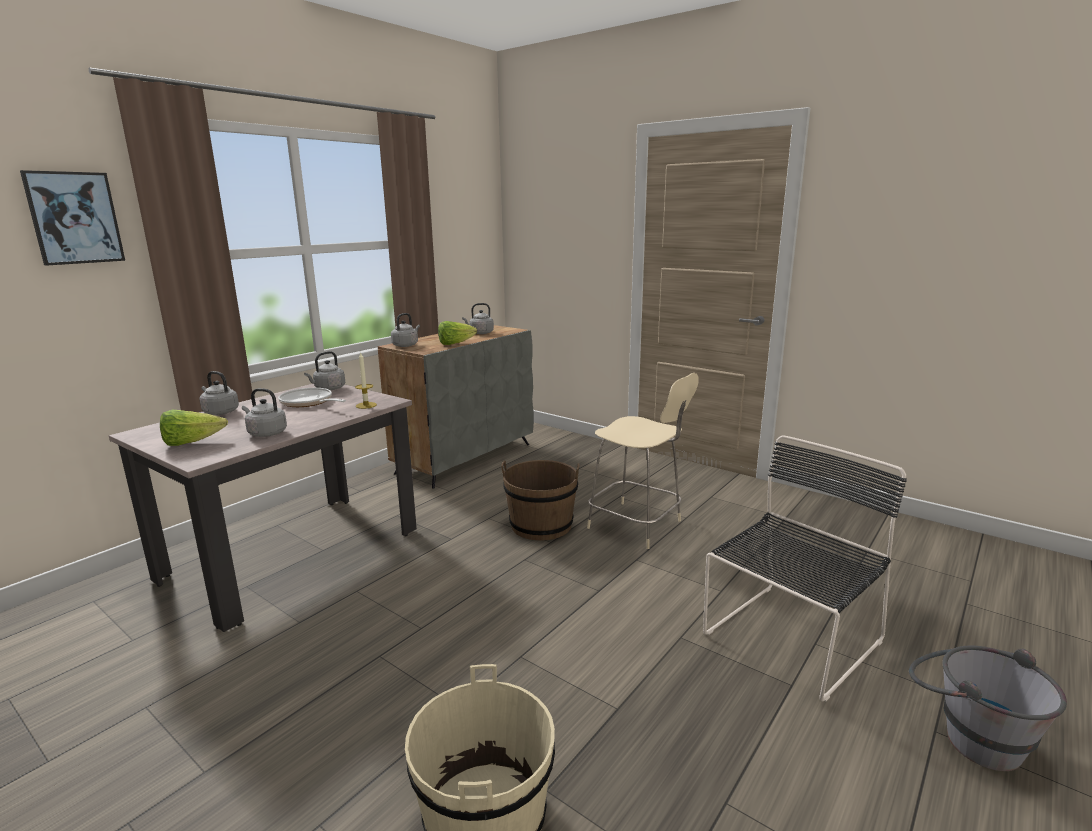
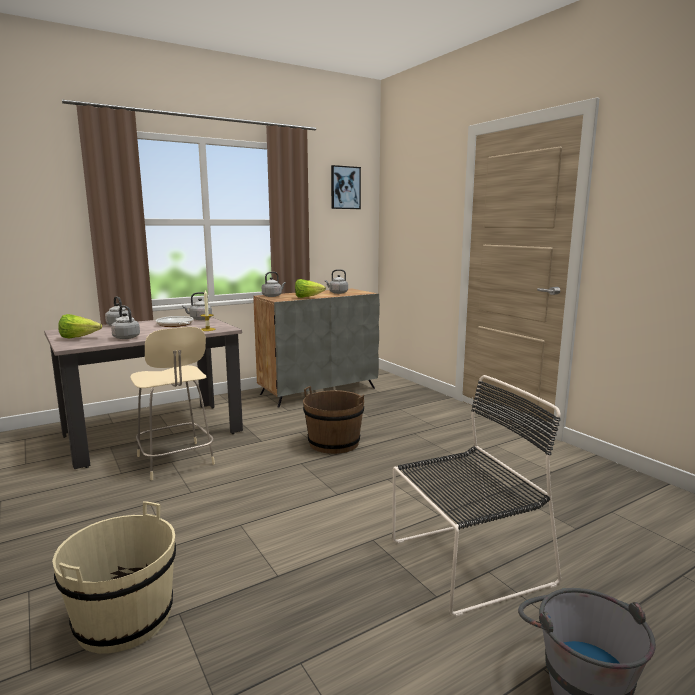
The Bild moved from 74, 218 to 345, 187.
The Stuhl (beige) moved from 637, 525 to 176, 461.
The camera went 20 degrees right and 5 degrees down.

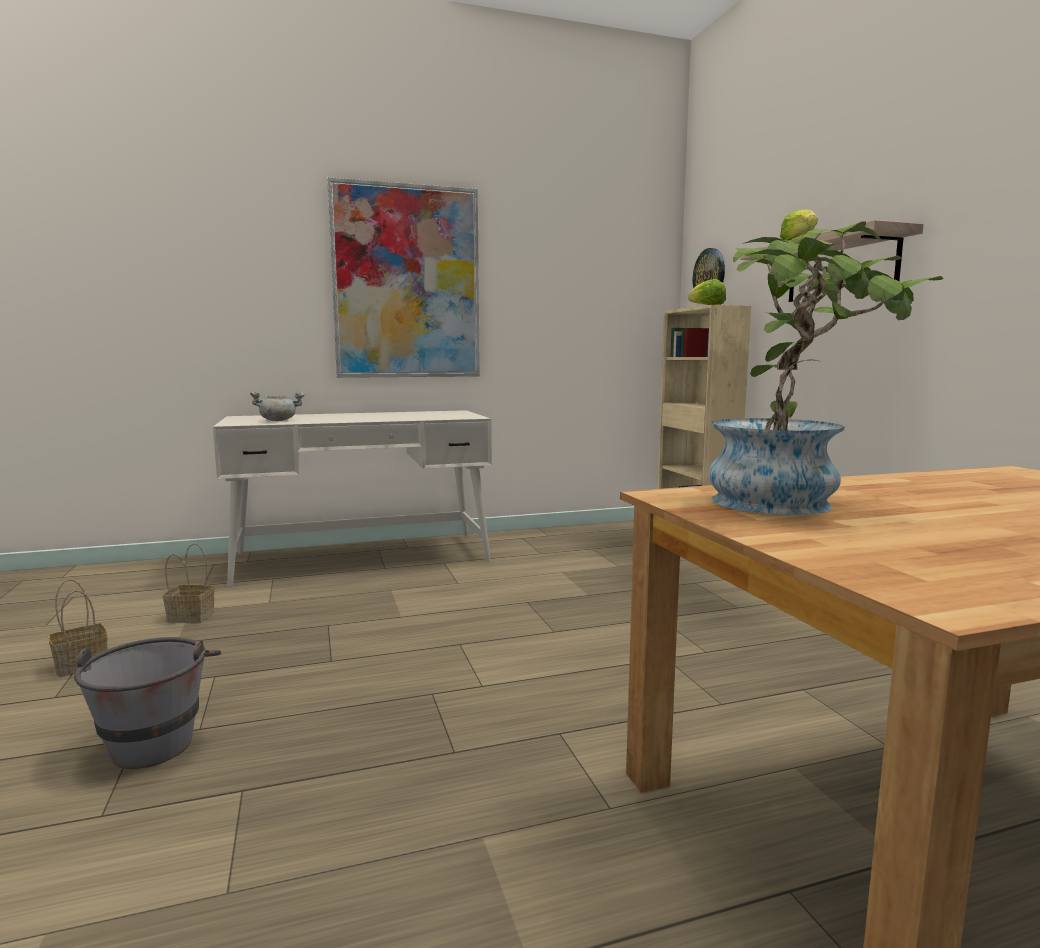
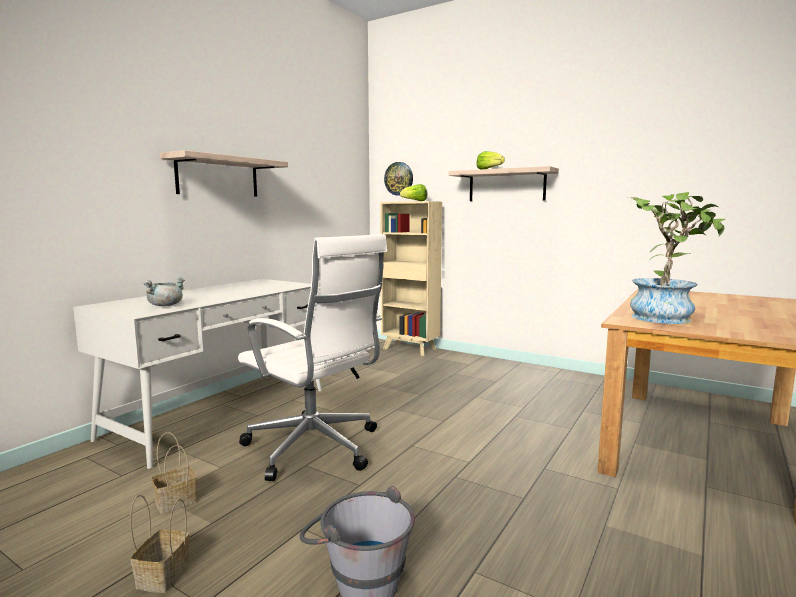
The Bild at 407, 283 was replaced by the Wandregal at 218, 177.
The Bürostuhl (weiß) at 315, 448 appeared.
The camera went 40 degrees left and 0 degrees up.

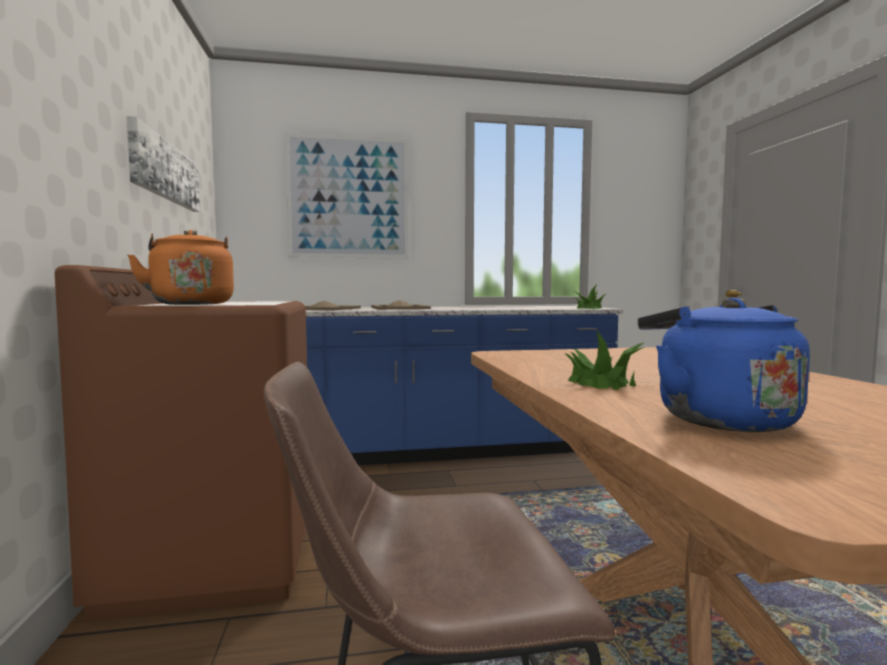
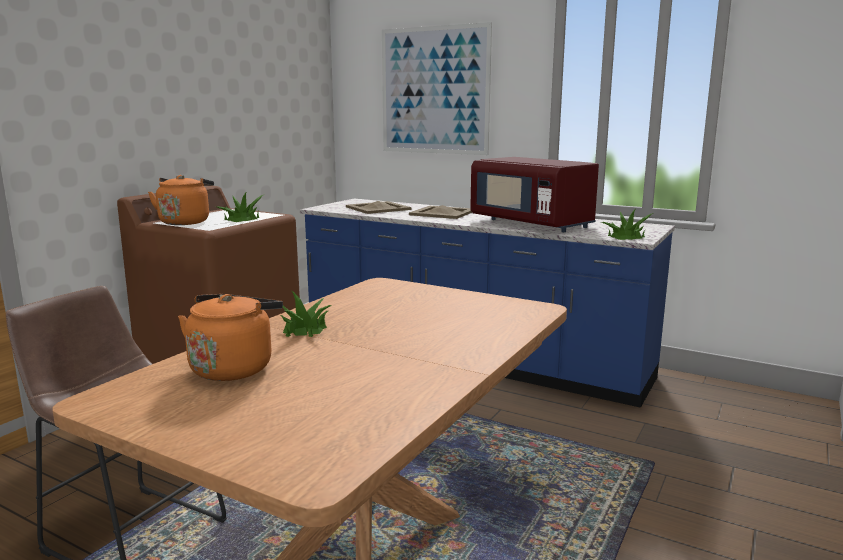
The Bild at 165, 171 disappeared.
The Wasserkessel (blau) at 716, 419 became the Wasserkessel (orange) at 234, 367.
The Mikrowelle (rot) at 531, 224 appeared.
The Topfpflanze at 242, 219 appeared.
The camera went 40 degrees right and 10 degrees up.

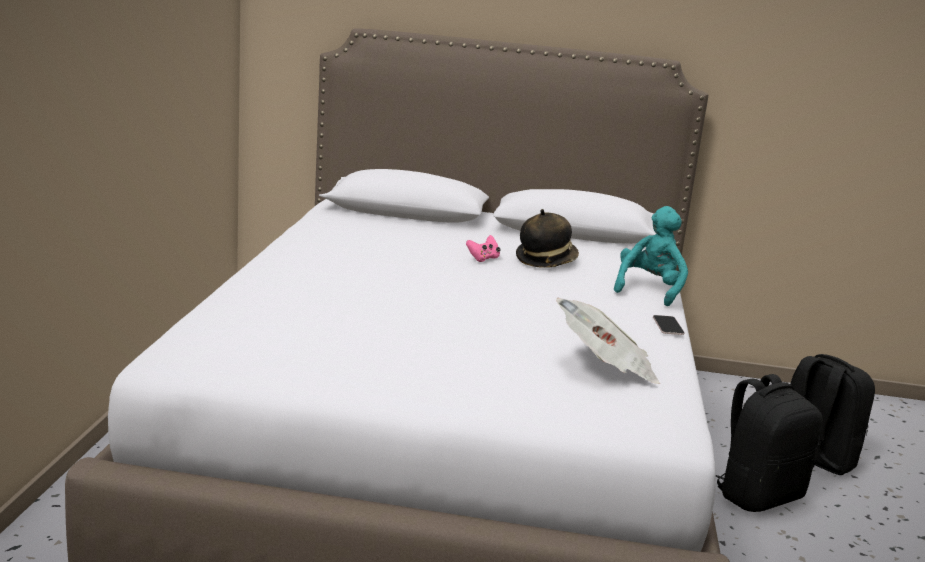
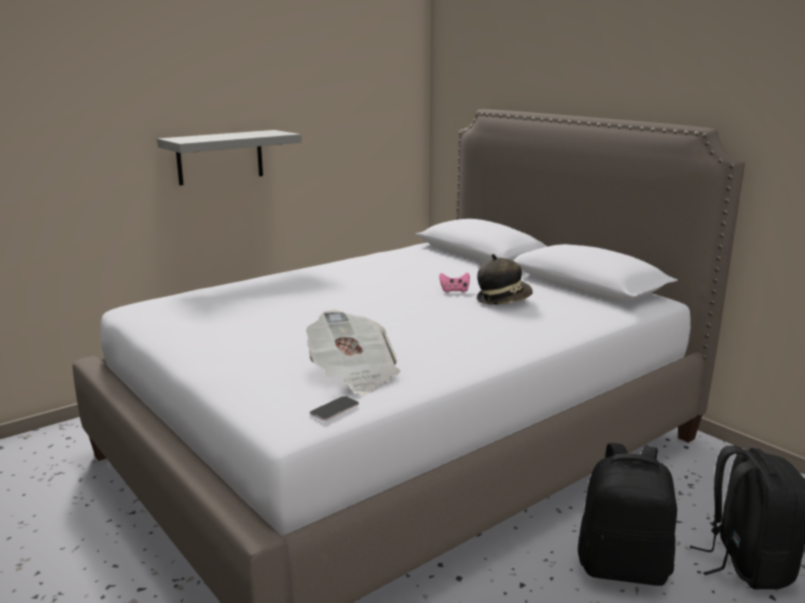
The Plüschtier (türkis) at 649, 290 disappeared.
The Handy moved from 668, 326 to 334, 409.
The Wandregal (grau) at 220, 157 appeared.
The camera went 45 degrees right and 0 degrees up.

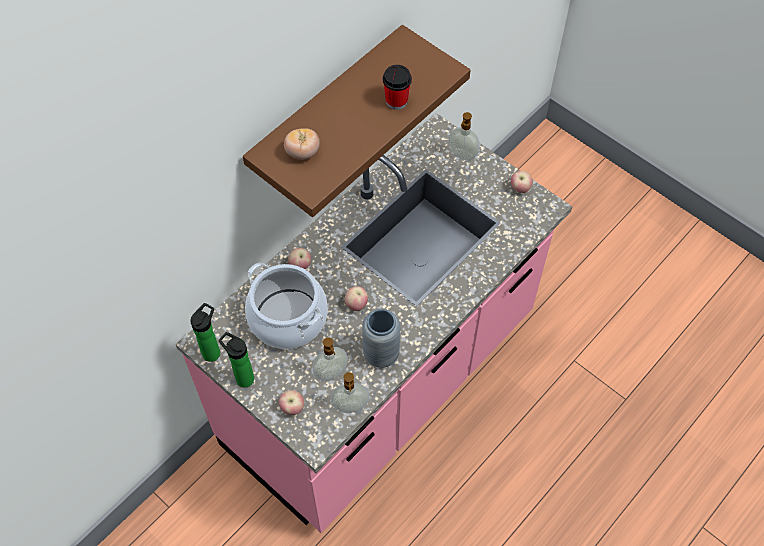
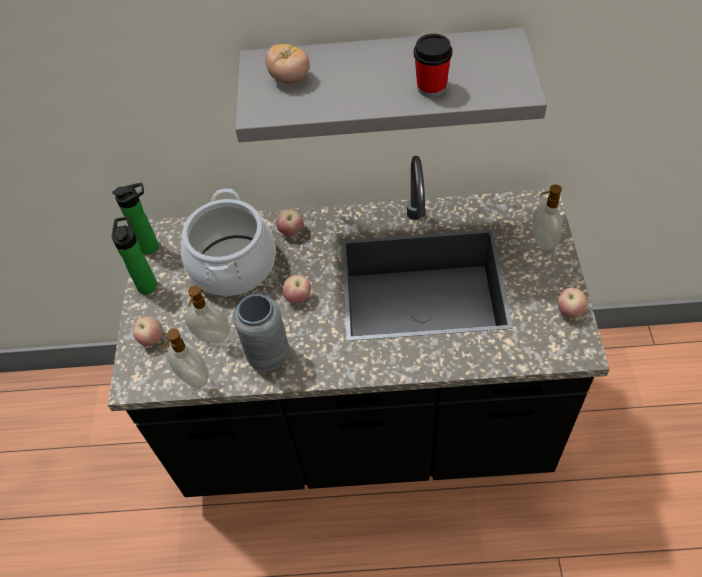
The Wandregal (braun) at 327, 112 became the Wandregal (grau) at 382, 77.
The Küchenzeile (rosa) at 381, 383 became the Küchenzeile (schwarz) at 365, 425.
The camera went 50 degrees right and 5 degrees down.

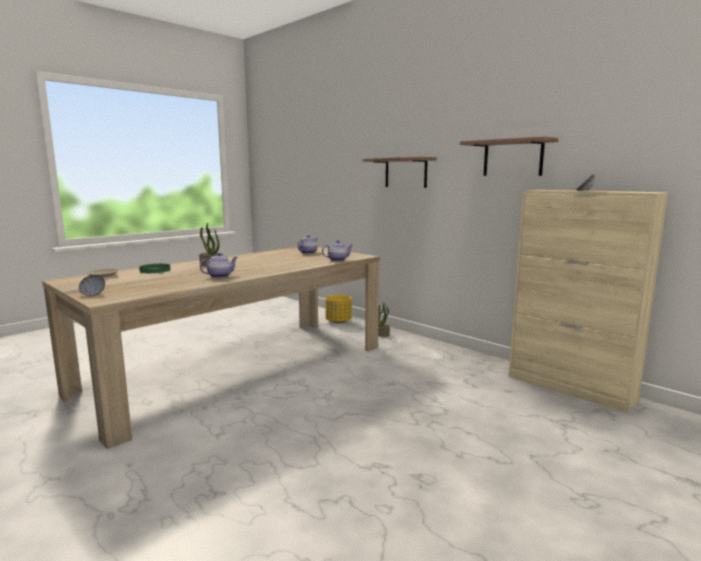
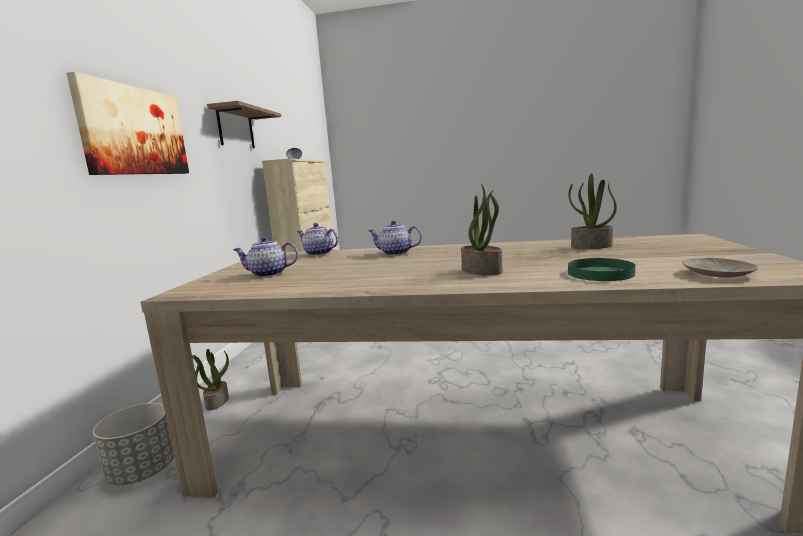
The Wandregal at 406, 172 was replaced by the Bild at 134, 131.
The Teekanne moved from 220, 276 to 395, 253.
The Schüssel at 93, 294 disappeared.
The Pflanzkübel (gelb) at 338, 321 became the Pflanzkübel (grau) at 143, 471.
The Topfpflanze at 591, 246 appeared.
The camera went 125 degrees left and 0 degrees up.

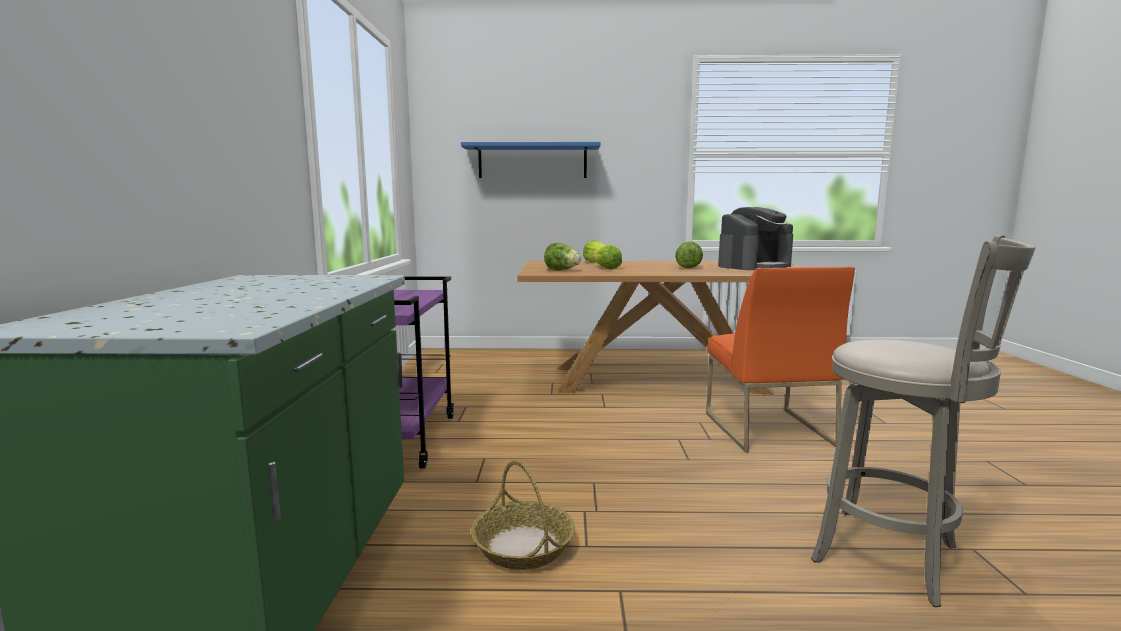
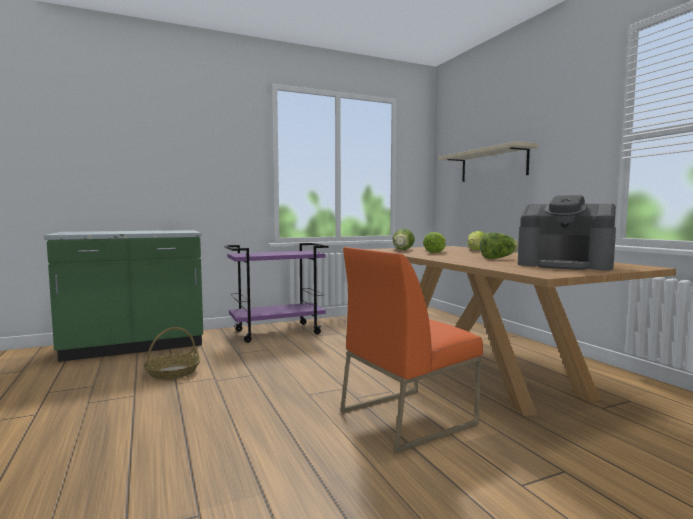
The Wandregal (blau) at 532, 161 became the Wandregal (beige) at 493, 165.
The Hocker (grau) at 894, 557 disappeared.
The camera went 65 degrees right and 5 degrees down.

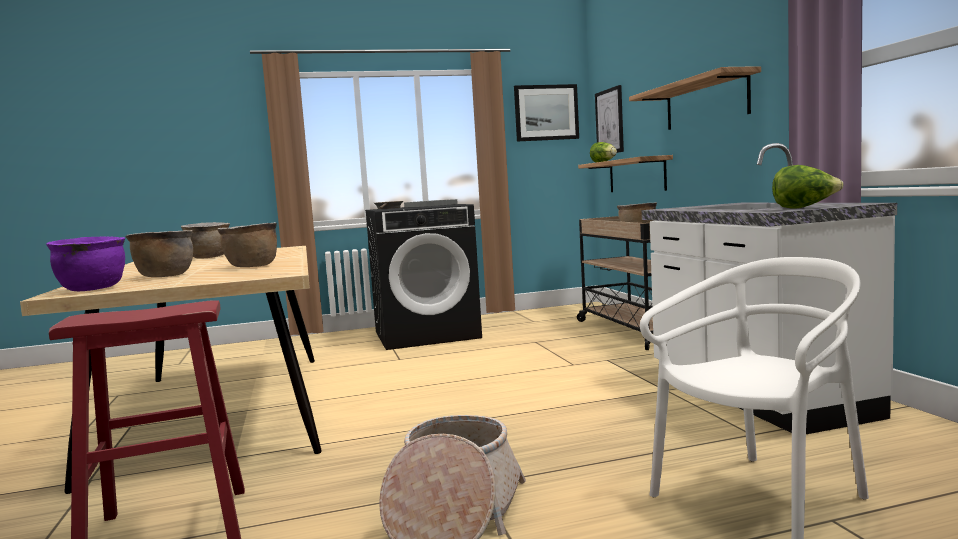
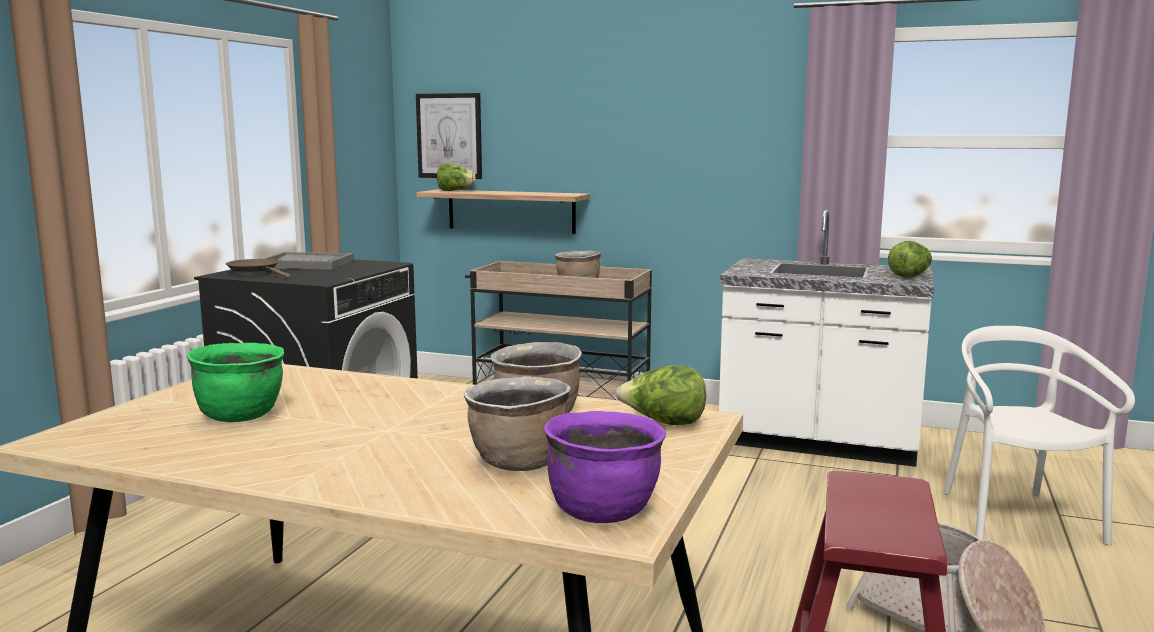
The Wandregal at 705, 102 disappeared.
The Bild at 546, 112 disappeared.
The Kochtopf (braun) at 209, 257 became the Kochtopf (grün) at 241, 416.
The Salatkopf at 664, 423 appeared.
The camera went 55 degrees left and 5 degrees up.

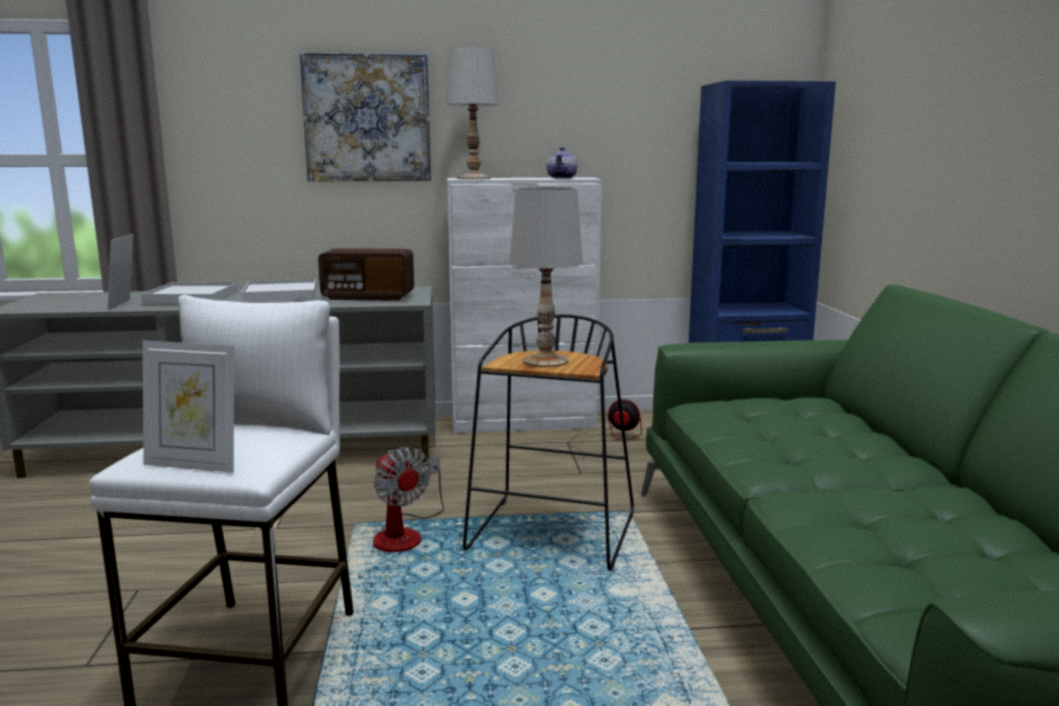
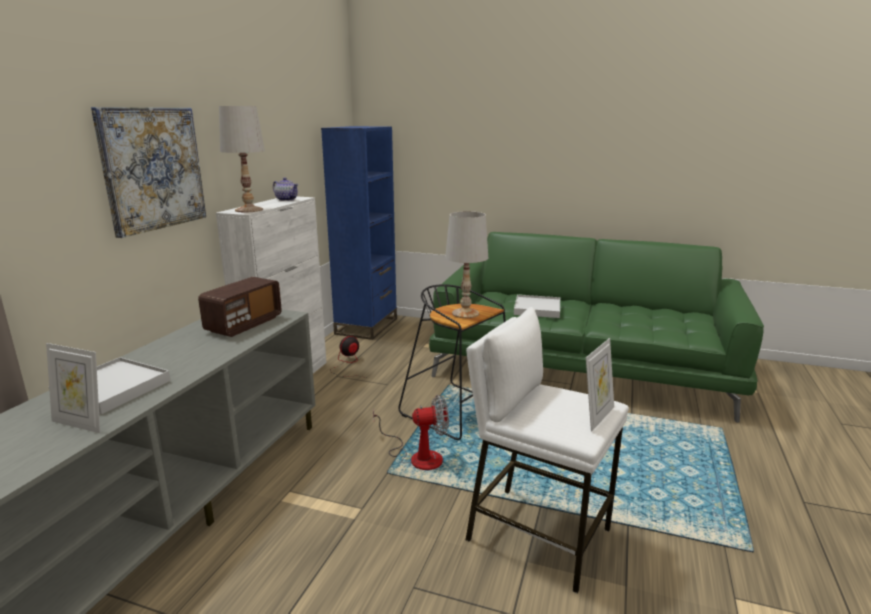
The Tablett (weiß) moved from 280, 295 to 537, 309.
The camera went 65 degrees left and 5 degrees up.

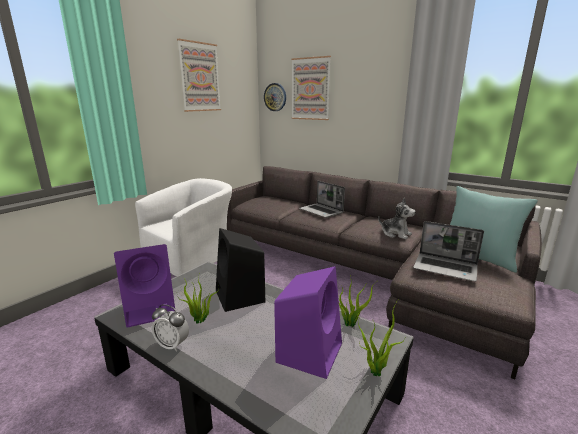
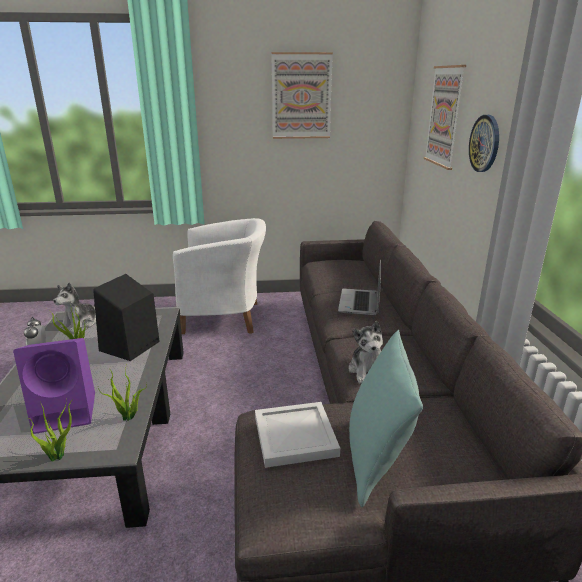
The Wanduhr moved from 275, 97 to 485, 143.
The Laptop at 446, 268 was replaced by the Tablett (weiß) at 296, 437.
The Lautsprecher (lila) at 152, 309 was replaced by the Plüschtier at 80, 324.
The camera went 50 degrees right and 5 degrees up.

